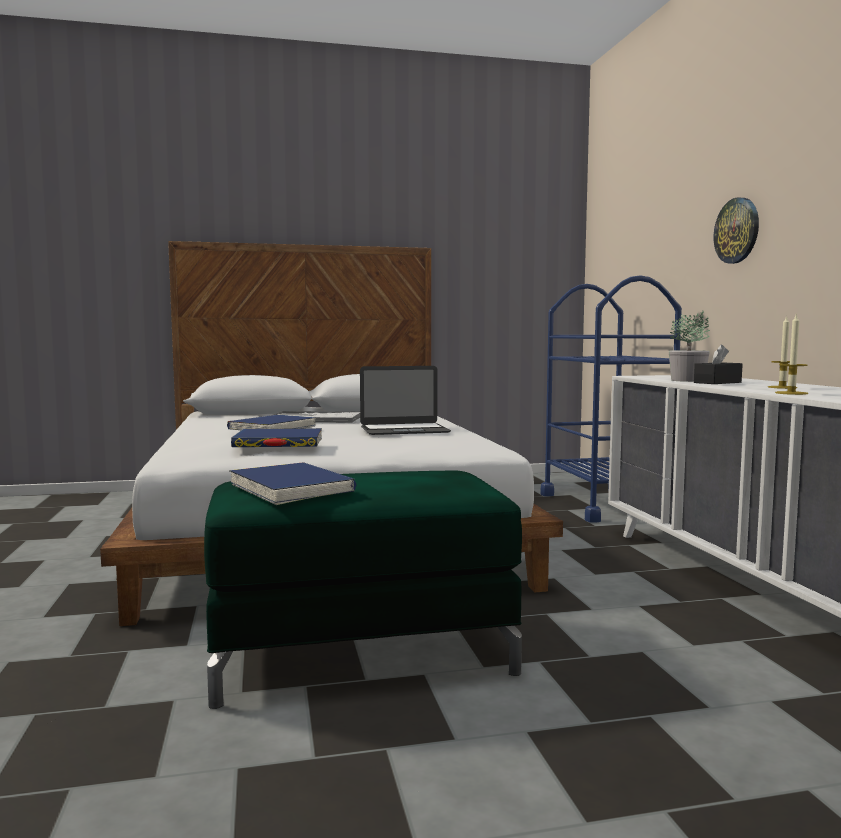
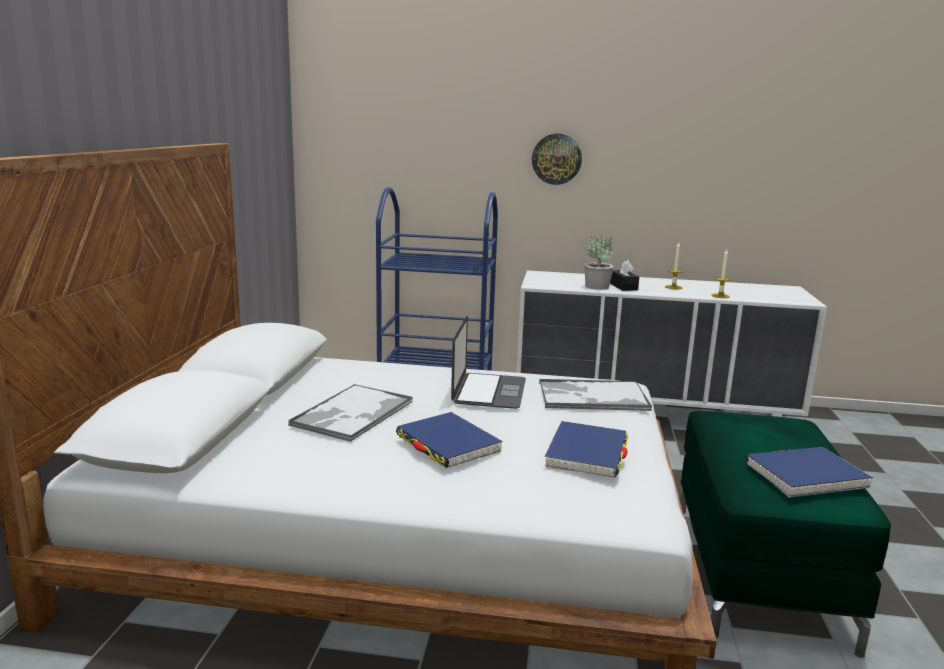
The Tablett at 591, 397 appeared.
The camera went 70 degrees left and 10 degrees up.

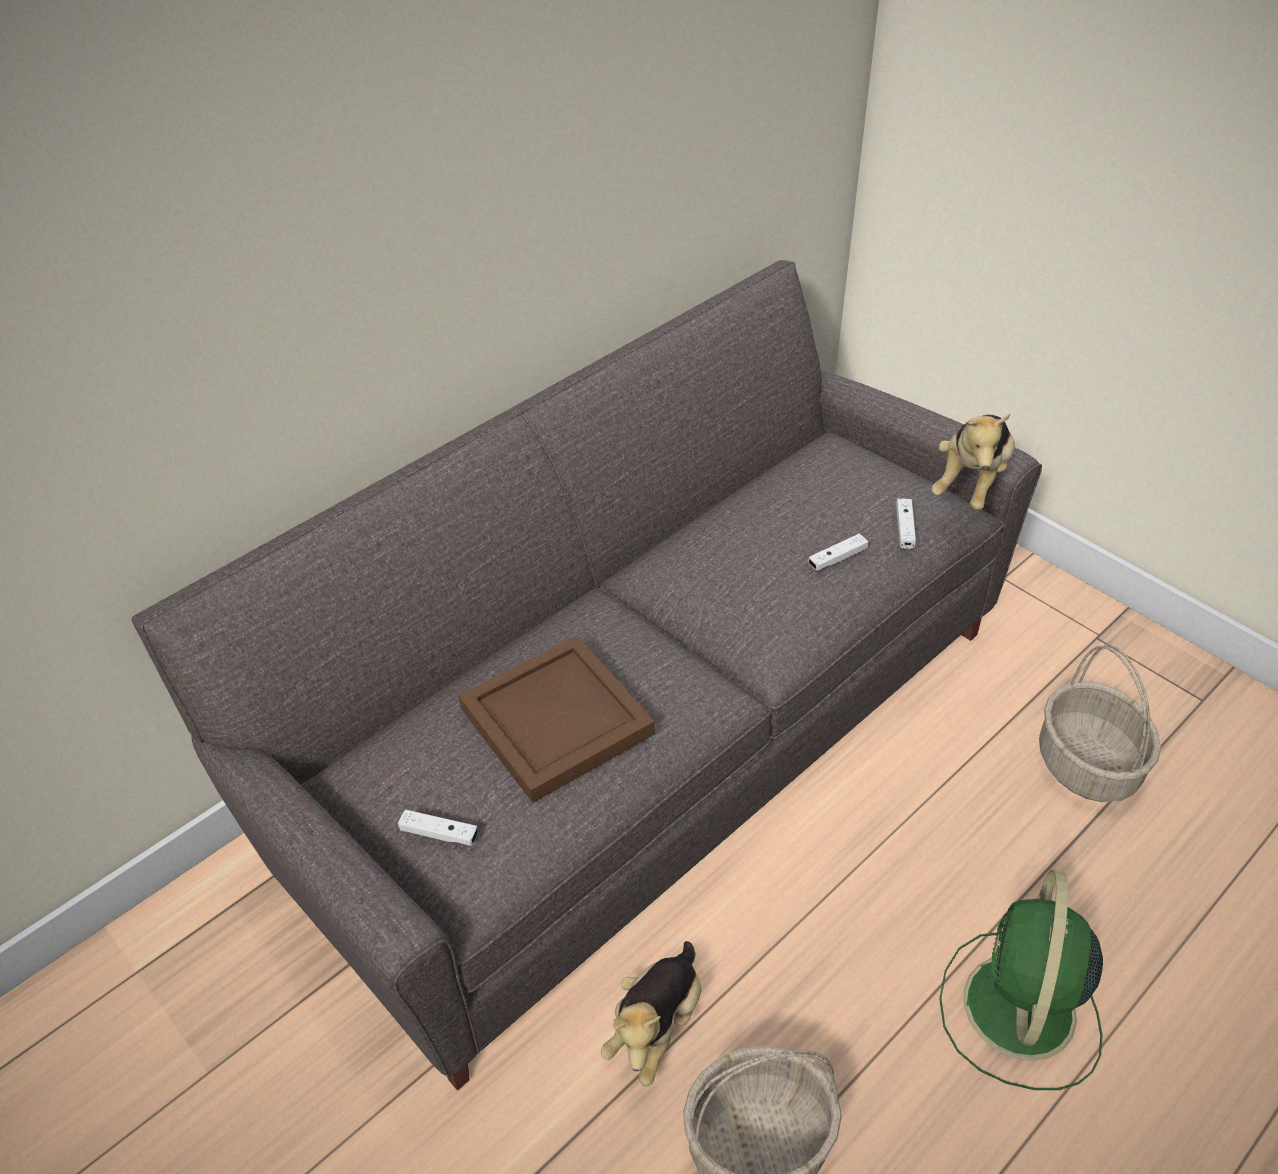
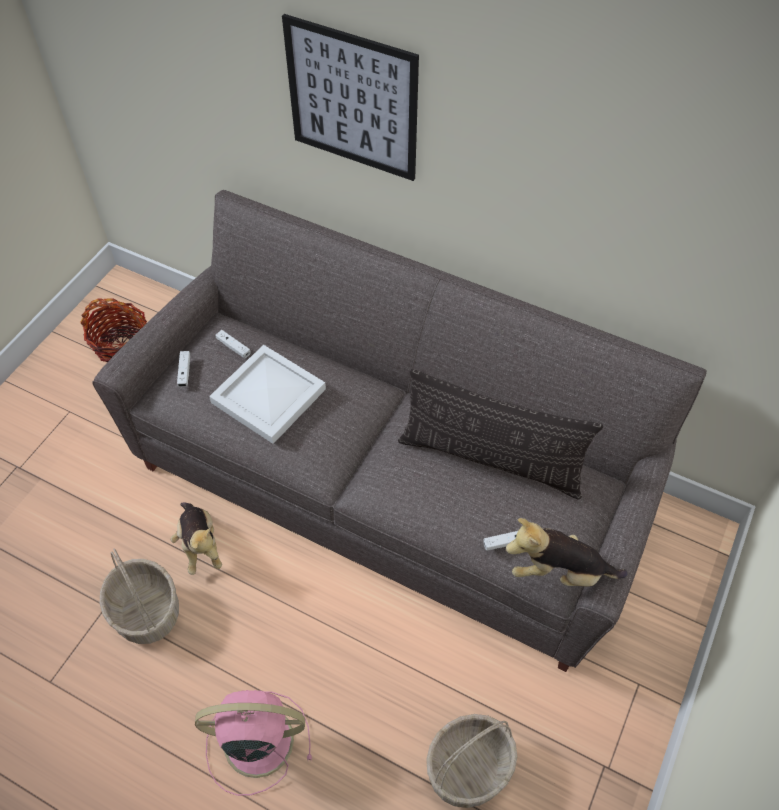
The Gamepad (weiß) moved from 837, 558 to 233, 347.
The Tablett (braun) at 553, 720 became the Tablett (weiß) at 268, 394.
The Ventilator (grün) at 1018, 1012 became the Ventilator (rosa) at 255, 741.
The Plüschtier at 656, 1026 turned 120 degrees counterclockwise.
The Bild at 352, 100 appeared.
The Korb at 122, 344 appeared.
The Kissen at 491, 459 appeared.
The camera went 70 degrees right and 10 degrees up.

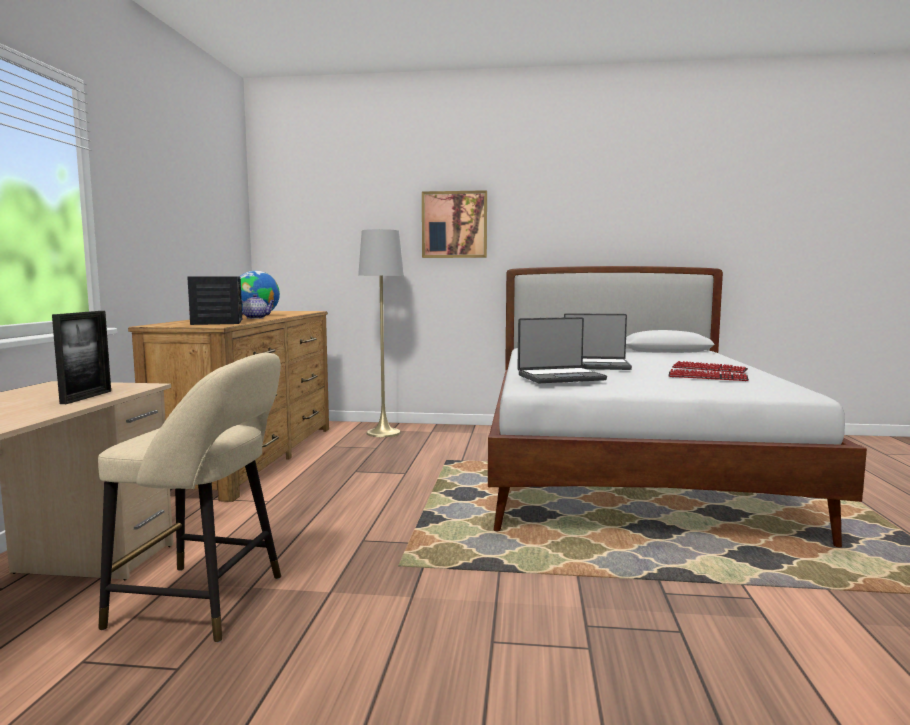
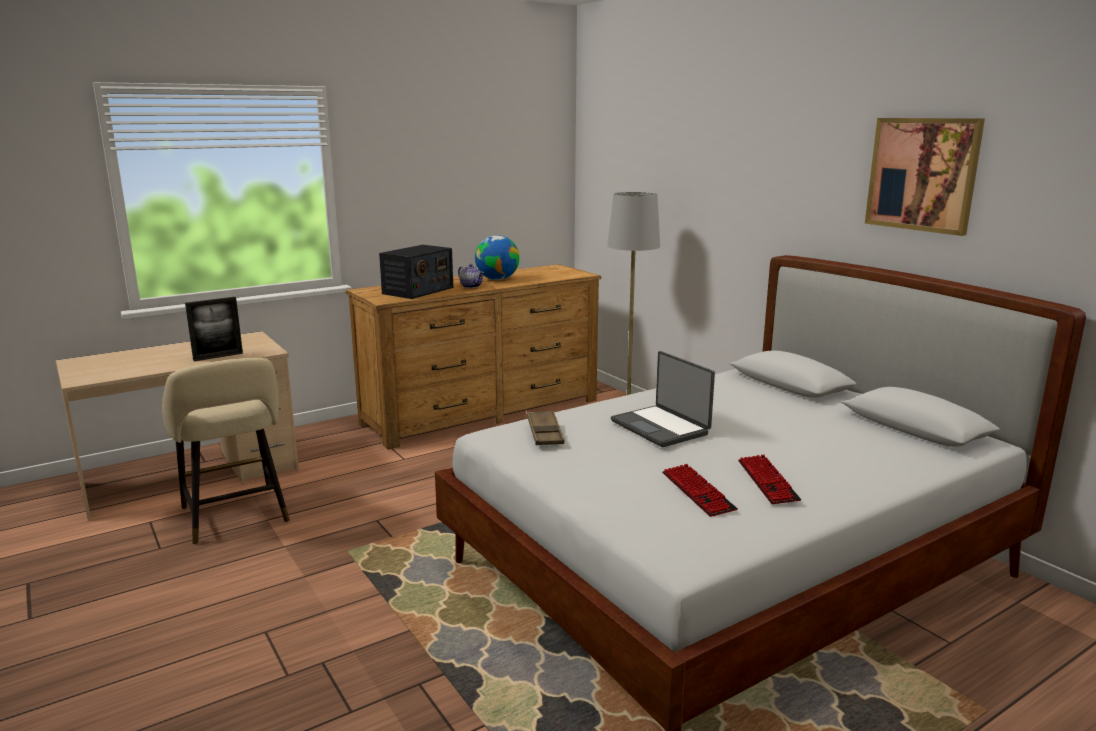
The Bild moved from 454, 224 to 922, 174.
The Laptop at 560, 377 was replaced by the Tablett (braun) at 545, 433.
The camera went 50 degrees right and 10 degrees up.

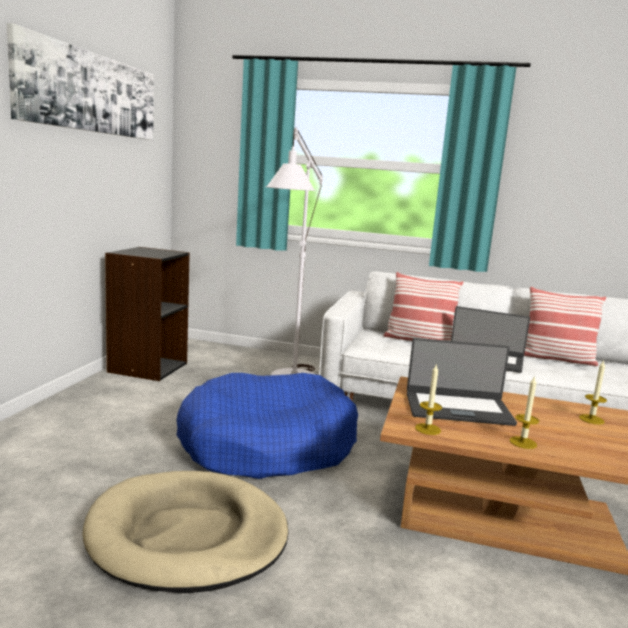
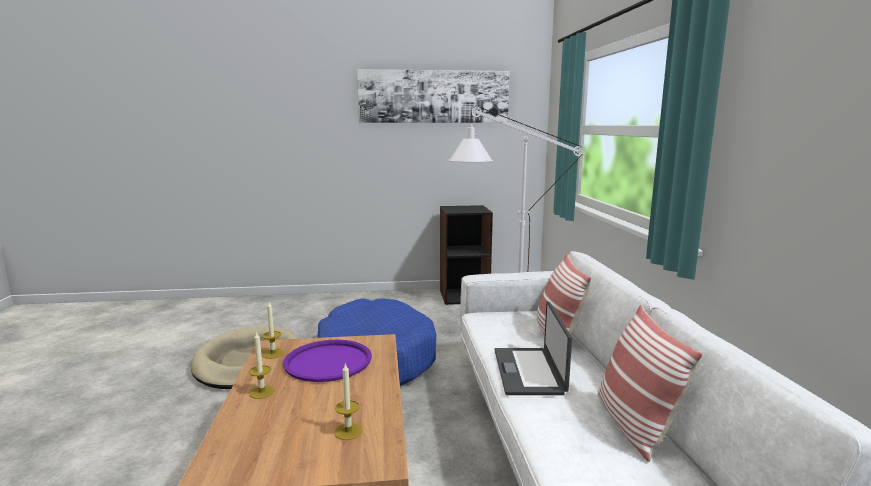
The Laptop at 458, 408 was replaced by the Tablett (lila) at 328, 361.
The camera went 70 degrees right and 0 degrees up.

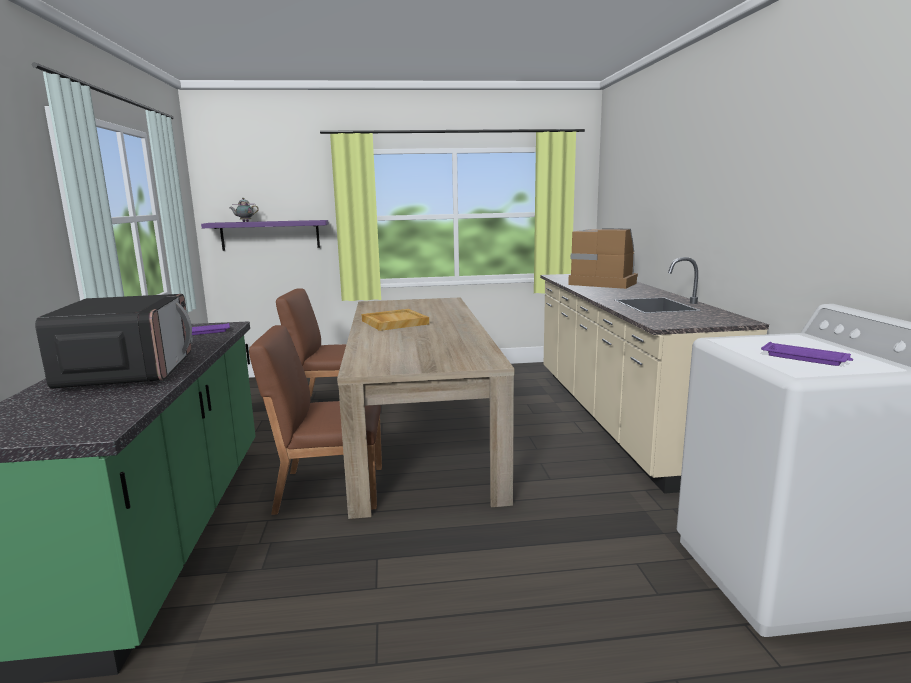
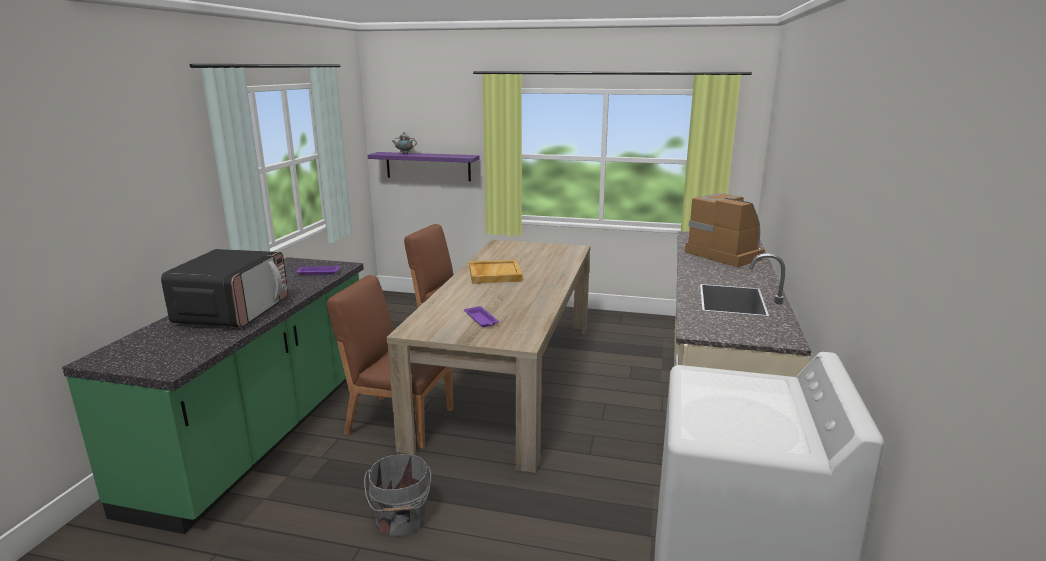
The Tablett (lila) moved from 806, 358 to 481, 320.
The Eimer (grau) at 401, 519 appeared.
The camera went 20 degrees right and 5 degrees up.

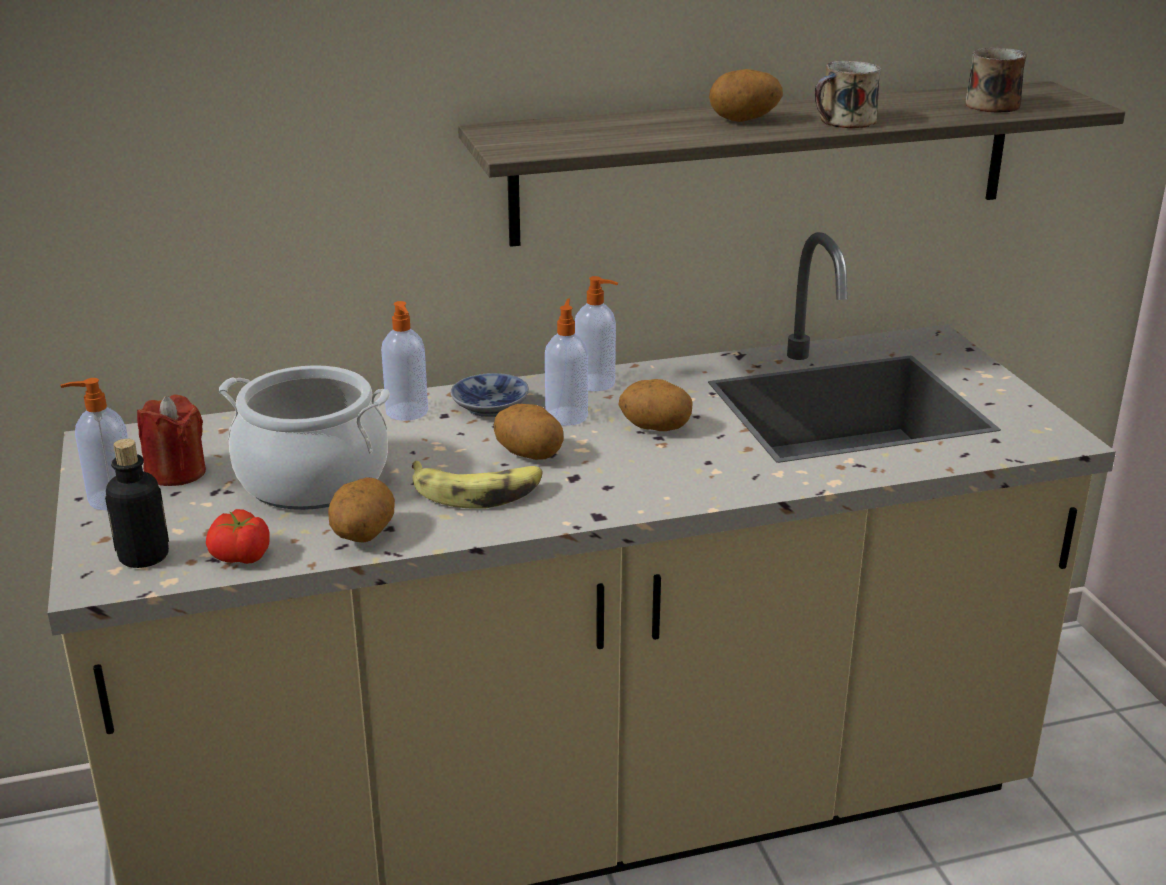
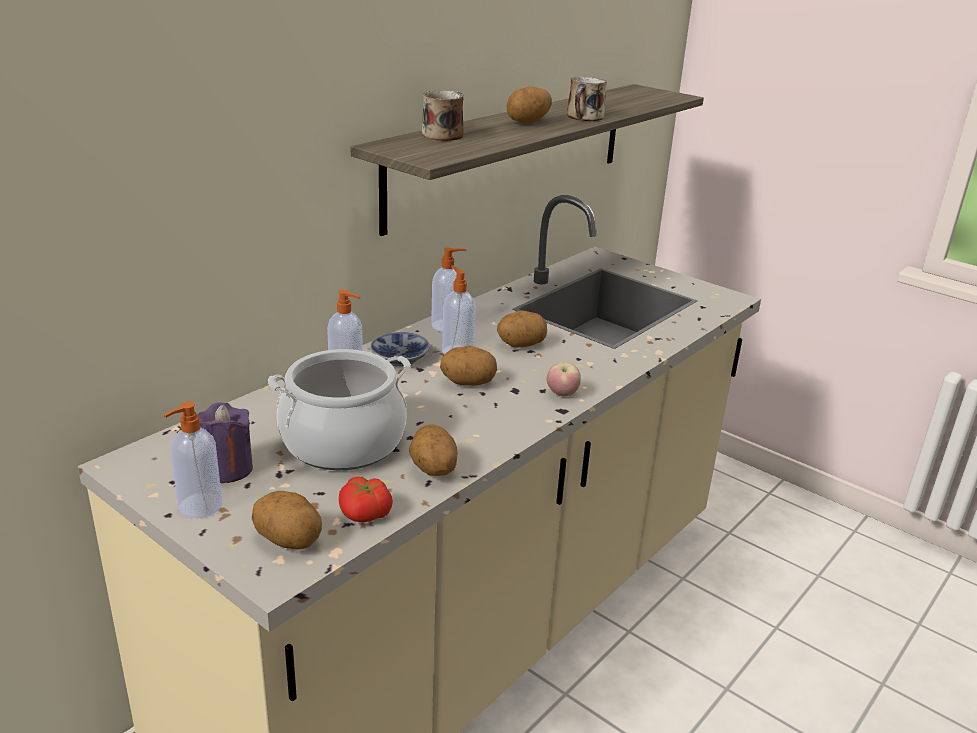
The Henkelbecher moved from 993, 104 to 442, 134.
The Kerze (rot) at 176, 472 became the Kerze (lila) at 227, 469.
The Flasche at 144, 556 was replaced by the Kartoffel at 289, 540.
The Banane at 478, 492 disappeared.
The Apfel at 562, 394 appeared.
The camera went 35 degrees left and 0 degrees up.

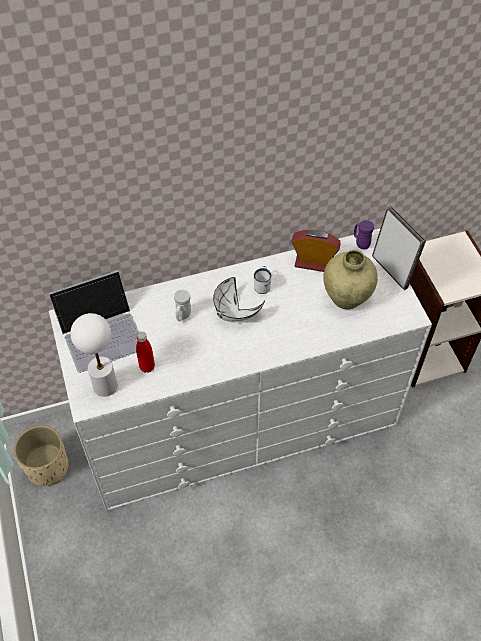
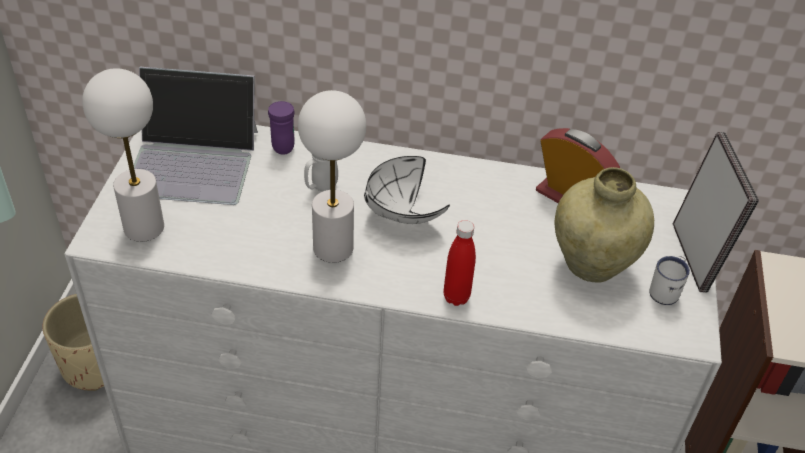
The Henkelbecher (lila) moved from 360, 243 to 282, 144.
The Henkelbecher (weiß) moved from 263, 285 to 666, 291.
The Flasche (rot) moved from 147, 367 to 456, 297.
The Tischlampe (weiß) at 332, 247 appeared.
The camera went 25 degrees right and 10 degrees down.

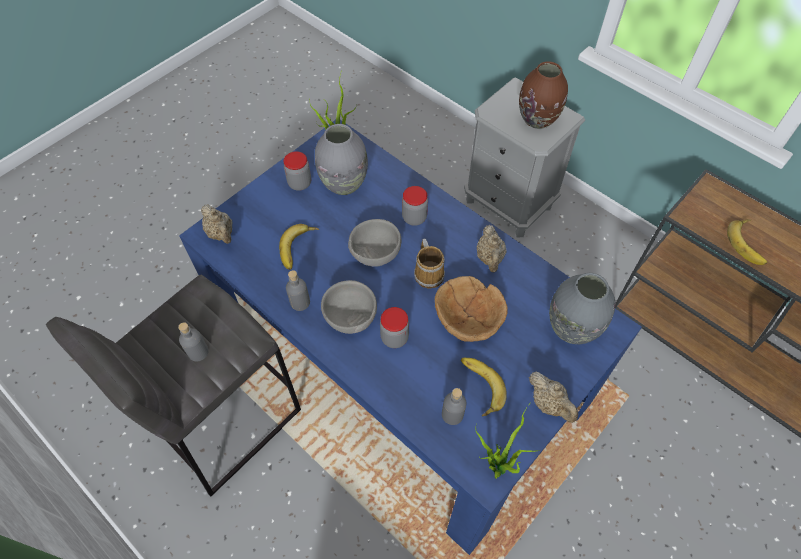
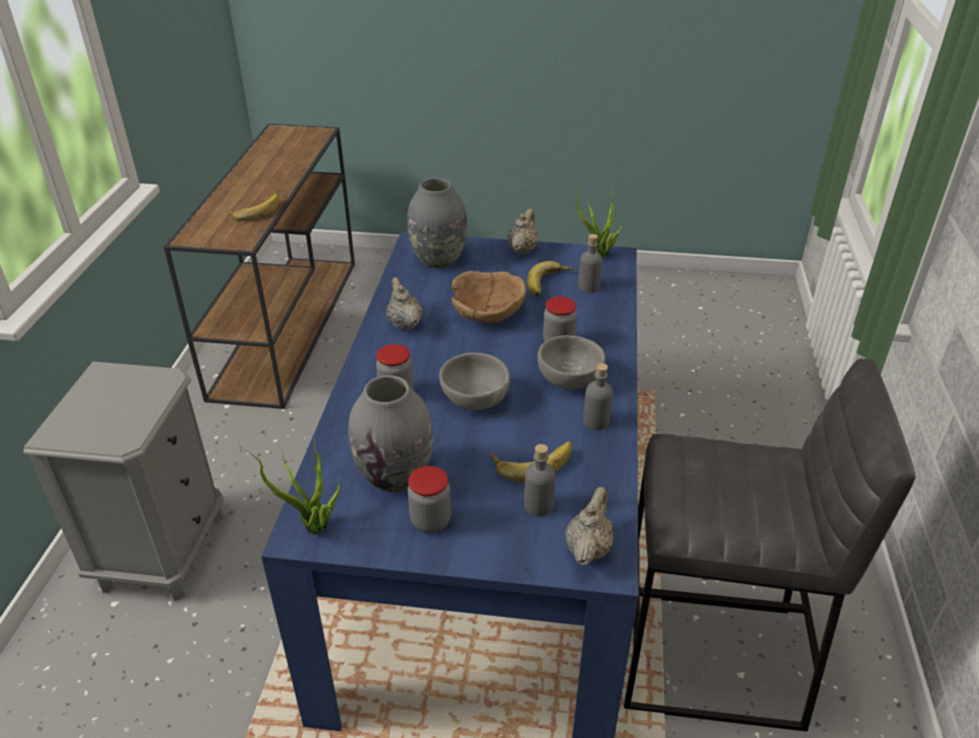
The Vase (braun) at 537, 120 disappeared.
The Teekanne (beige) at 490, 258 turned 75 degrees counterclockwise.
The Henkelbecher at 429, 273 disappeared.
The Flasche (grau) moved from 198, 352 to 538, 505.
The camera went 125 degrees left and 20 degrees down.

